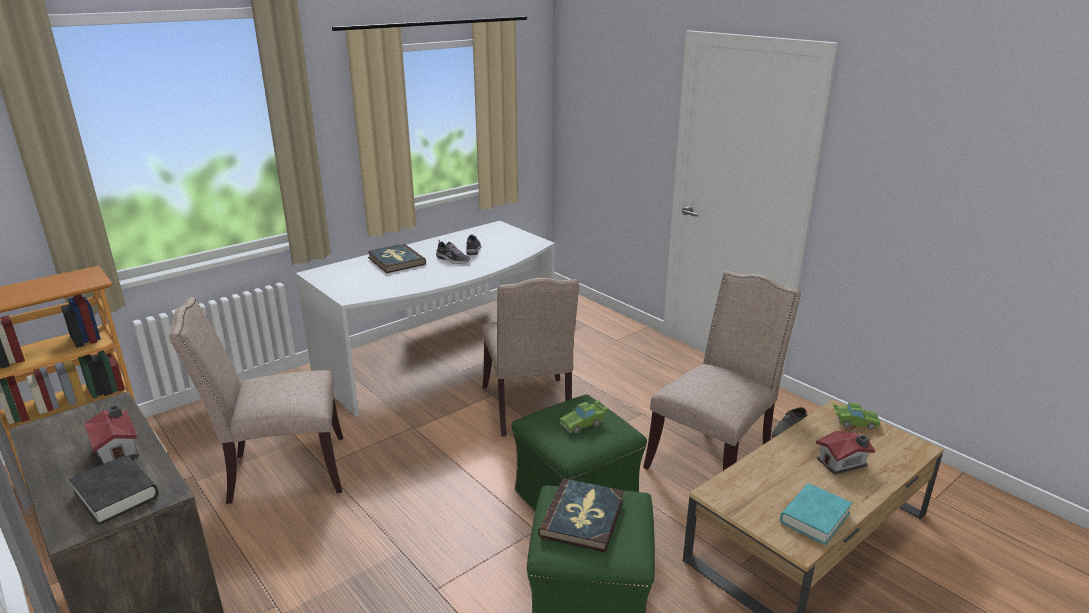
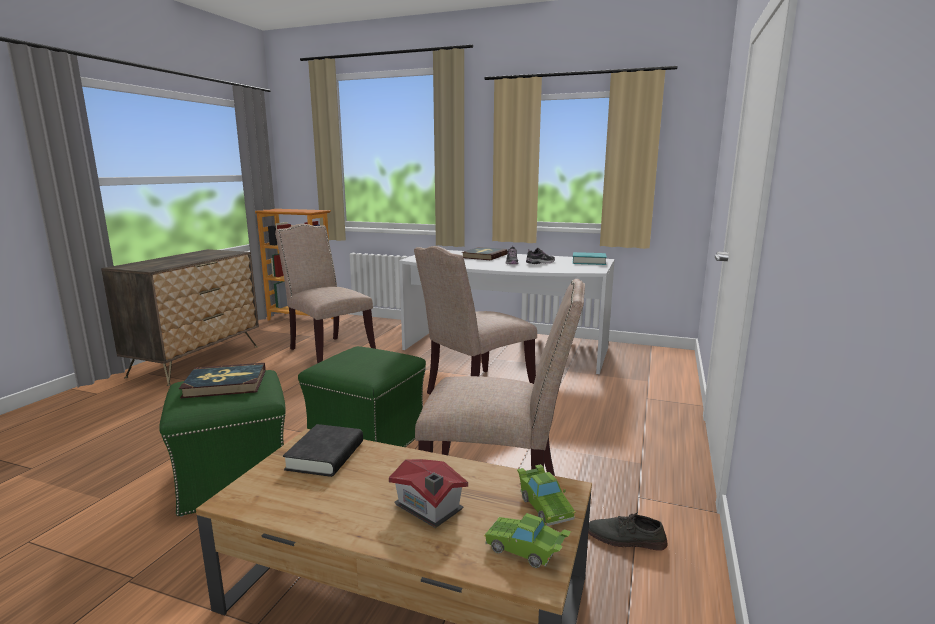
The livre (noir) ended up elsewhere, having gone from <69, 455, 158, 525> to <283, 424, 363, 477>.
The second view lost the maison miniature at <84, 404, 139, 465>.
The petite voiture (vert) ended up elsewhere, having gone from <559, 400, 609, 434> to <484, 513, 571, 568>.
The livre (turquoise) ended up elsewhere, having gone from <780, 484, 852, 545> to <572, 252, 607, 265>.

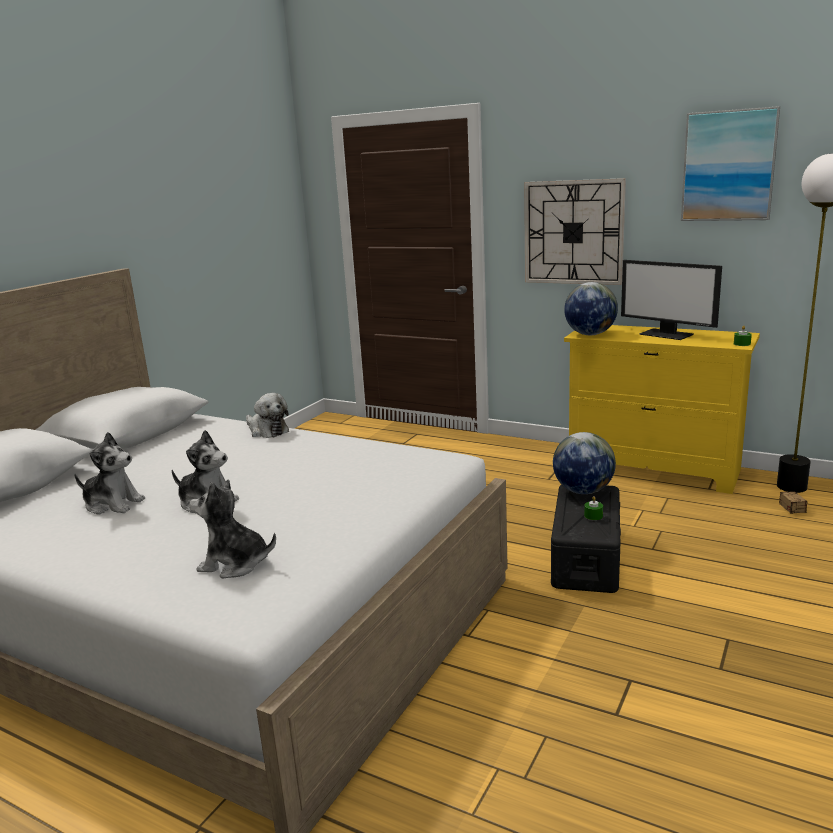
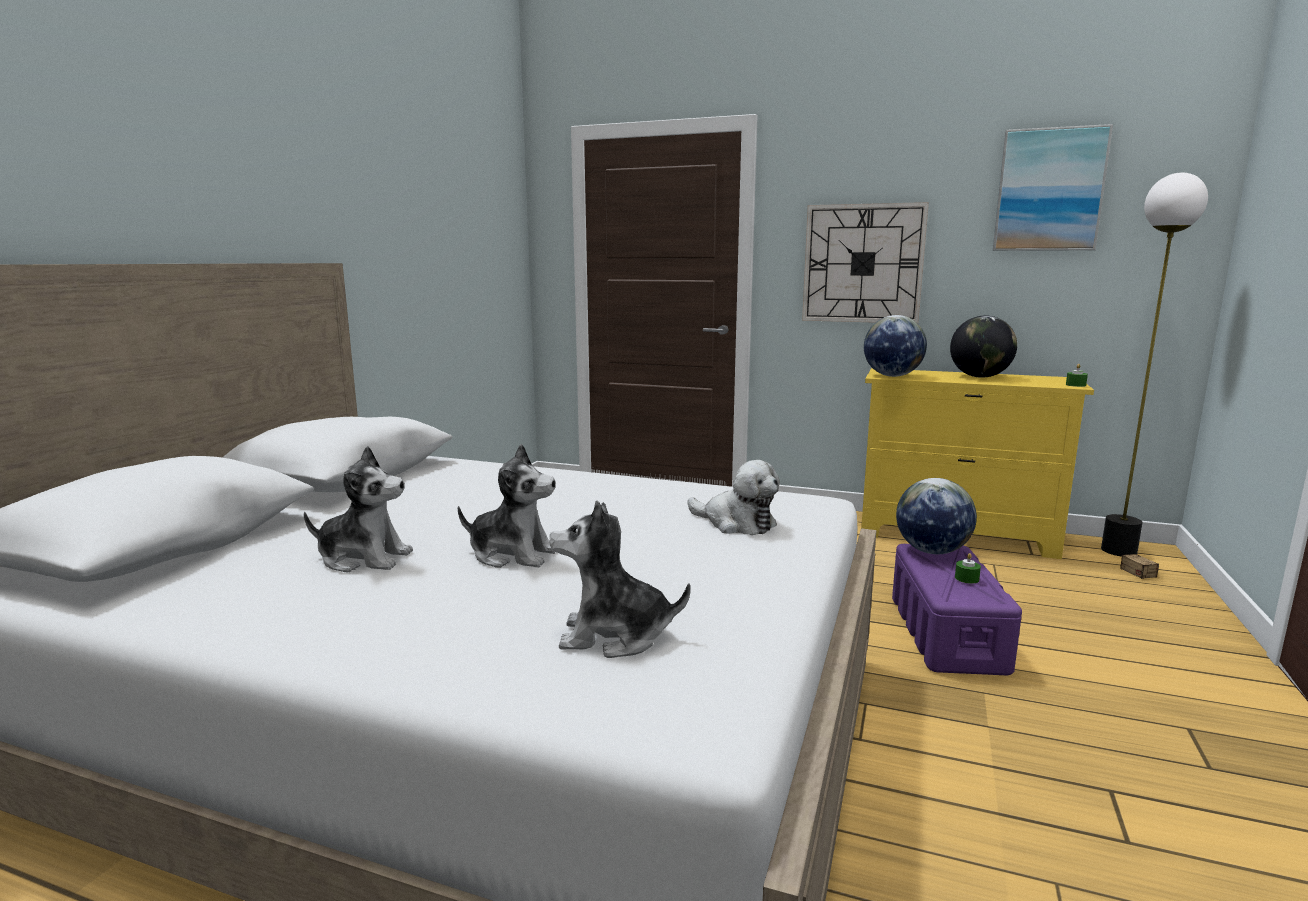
The peluche ended up elsewhere, having gone from <246, 393, 289, 438> to <687, 460, 780, 535>.
What was the boîte de rangement (noir) at <551, 484, 621, 593> turned into the boîte de rangement (violet) at <892, 544, 1022, 675>.
Where the écran d'ordinateur stood at <621, 260, 722, 340>, the globe came to stand at <950, 316, 1017, 378>.

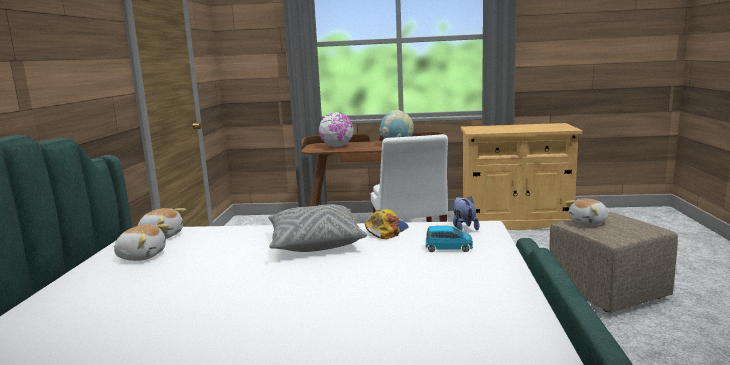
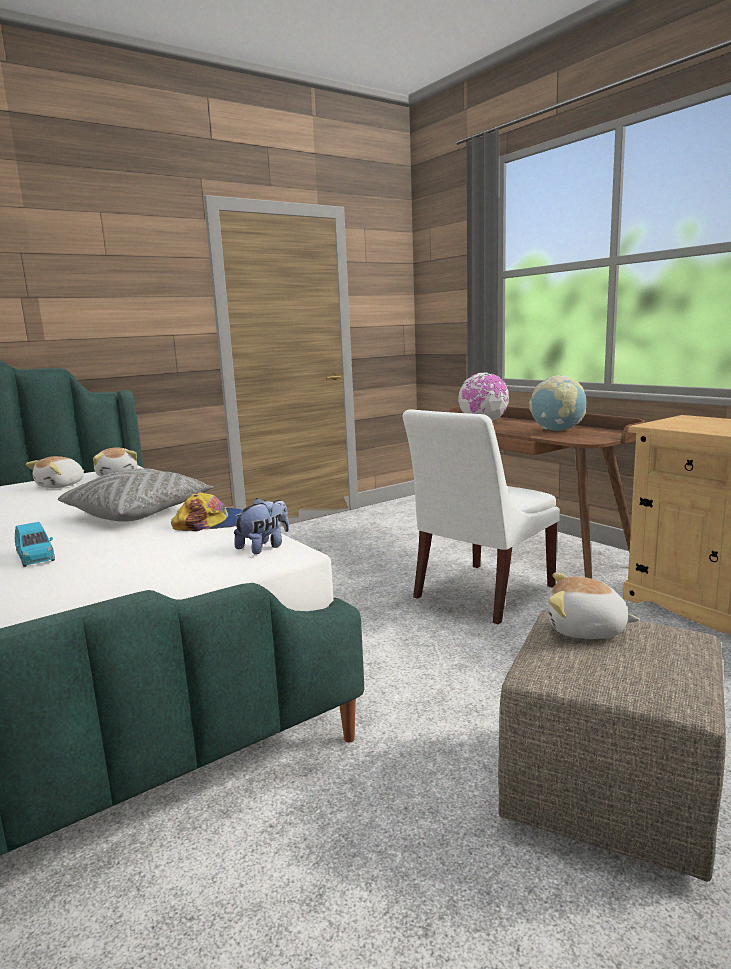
The peluche at <114, 224, 169, 261> ended up facing another way, 60 degrees clockwise from before.
The petite voiture (bleu) ended up elsewhere, having gone from <426, 226, 473, 252> to <15, 522, 55, 567>.

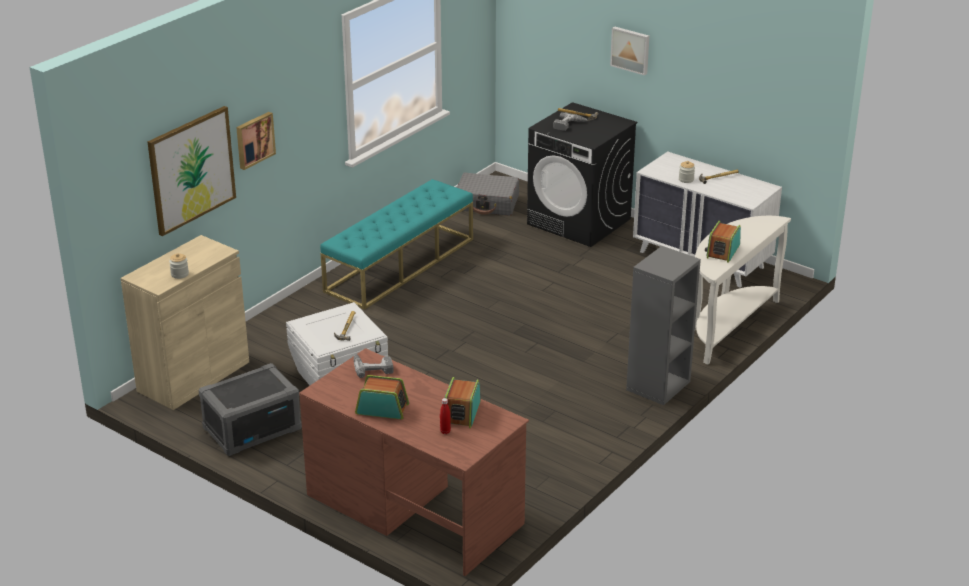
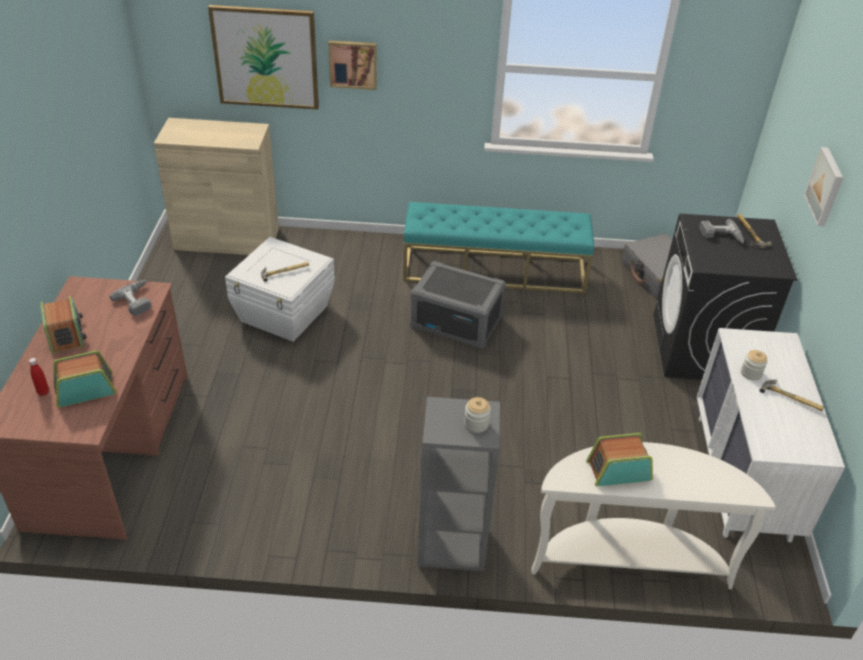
The bocal ended up elsewhere, having gone from <169, 253, 189, 279> to <464, 397, 491, 433>.
The boîte de rangement (gris) ended up elsewhere, having gone from <199, 363, 302, 456> to <410, 261, 506, 349>.

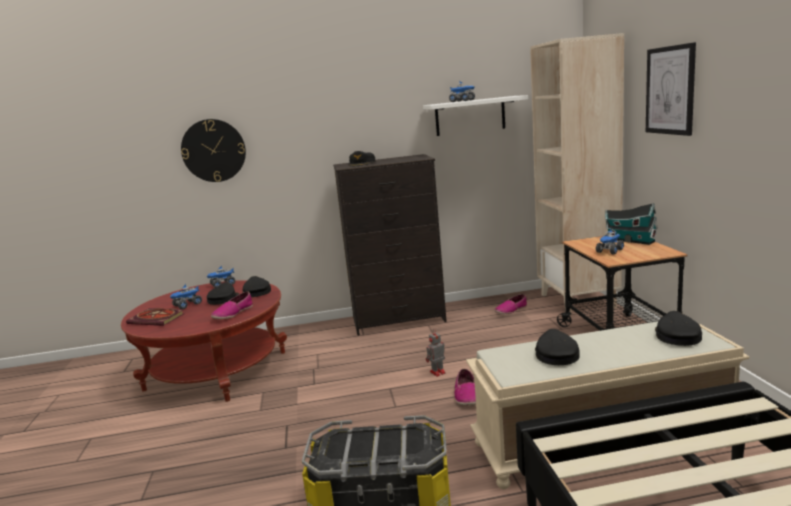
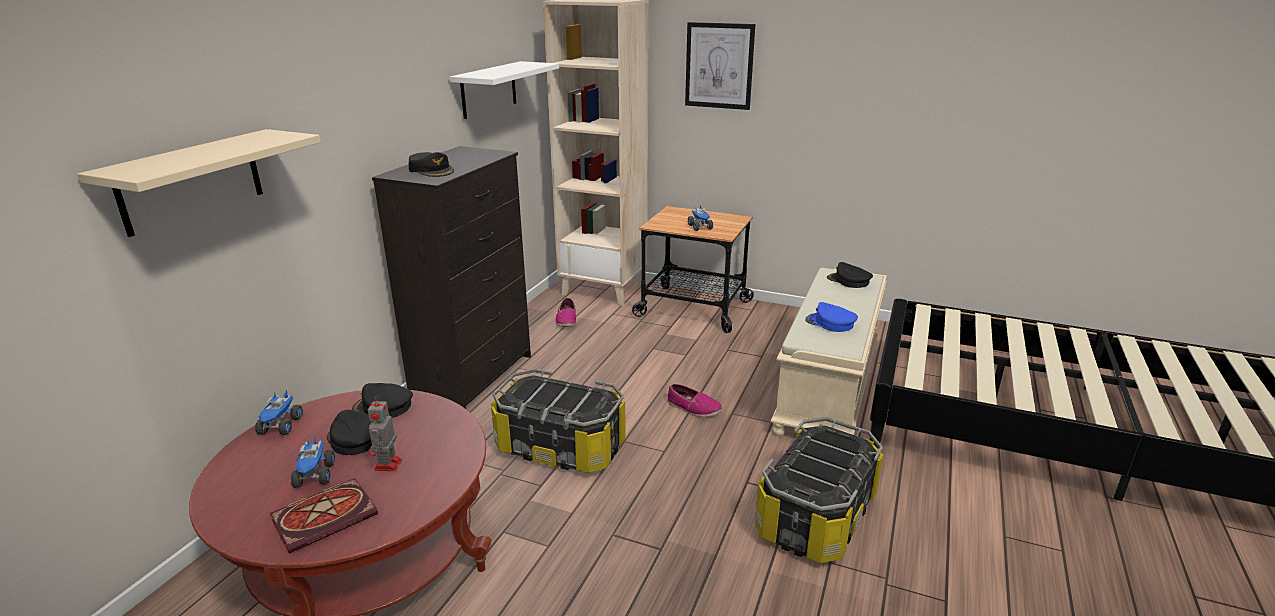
Where the horloge murale hung at <181, 119, 246, 182>, the étagère (beige) came to hang at <77, 129, 321, 237>.
The second view lost the chaussure at <211, 291, 253, 319>.
The robot jouet ended up elsewhere, having gone from <426, 330, 446, 377> to <368, 396, 402, 471>.
The second view lost the camion jouet at <449, 80, 475, 102>.
What was the casquette (noir) at <535, 329, 580, 365> turned into the casquette (bleu) at <805, 302, 858, 332>.
The second view lost the maison miniature at <605, 203, 658, 245>.
The second view gained the boîte de rangement at <491, 369, 626, 473>.

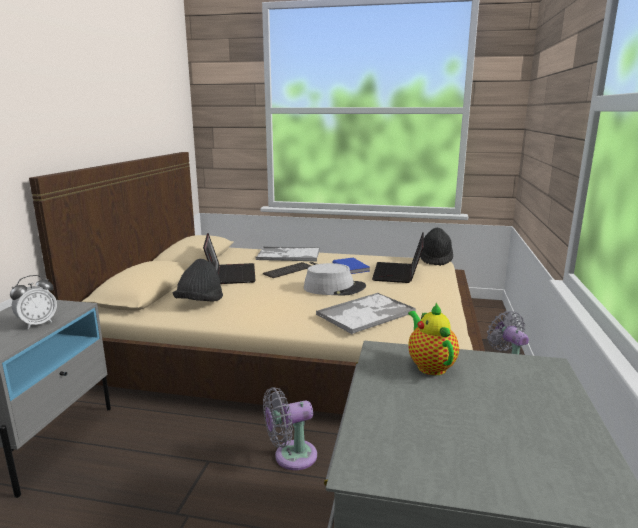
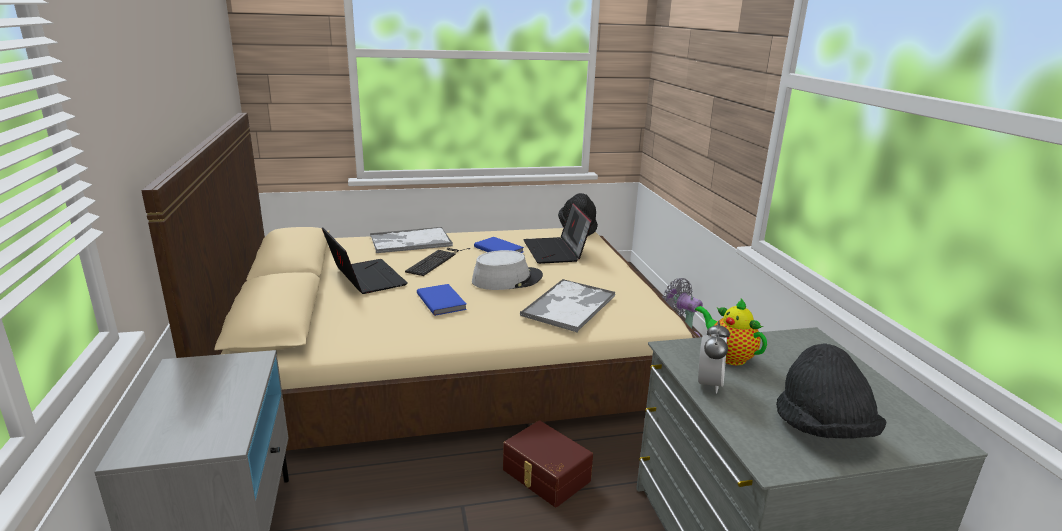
The réveil ended up elsewhere, having gone from <10, 275, 57, 329> to <698, 320, 730, 393>.
The chapeau (noir) ended up elsewhere, having gone from <173, 259, 223, 302> to <776, 343, 887, 439>.
Where the ventilateur (gris) stood at <263, 387, 317, 470>, the boîte de rangement (marron) came to stand at <503, 420, 593, 507>.
The second view gained the livre (bleu) at <417, 284, 467, 316>.

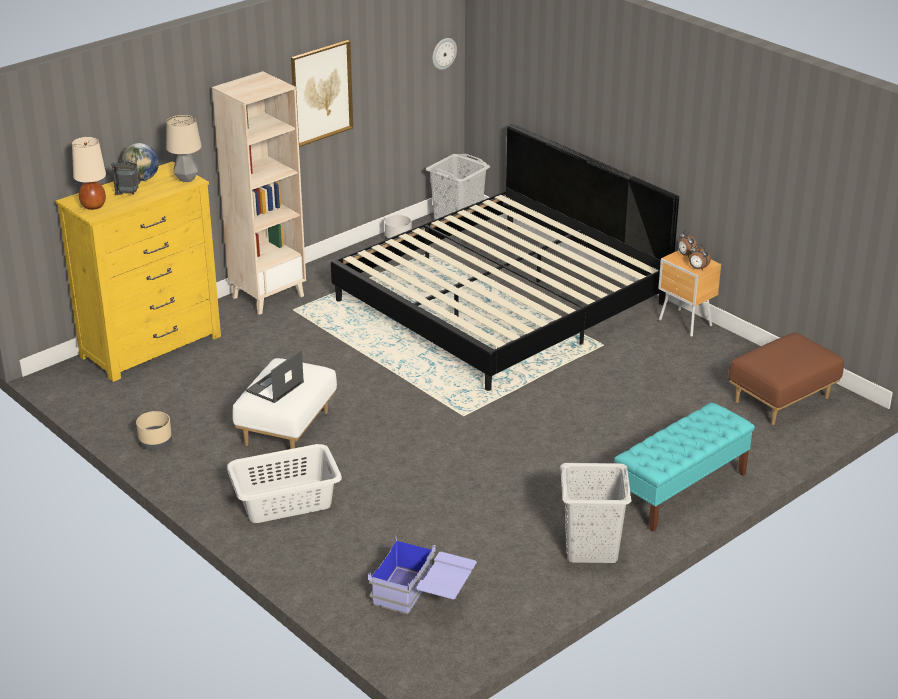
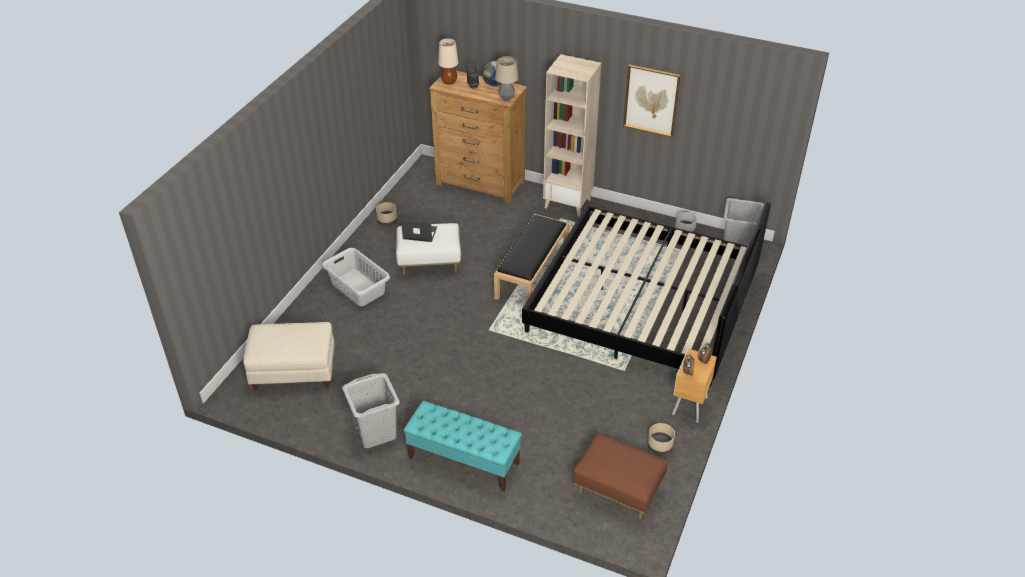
What was the commode (jaune) at <55, 161, 221, 382> turned into the commode (marron) at <429, 71, 527, 203>.
Where the boîte de rangement (bleu) stood at <368, 535, 477, 614>, the pouf (beige) came to stand at <243, 322, 335, 390>.
The second view lost the horloge murale at <432, 38, 457, 70>.
The second view gained the banc (noir) at <494, 214, 569, 300>.
The second view gained the cache-pot (beige) at <648, 423, 675, 455>.

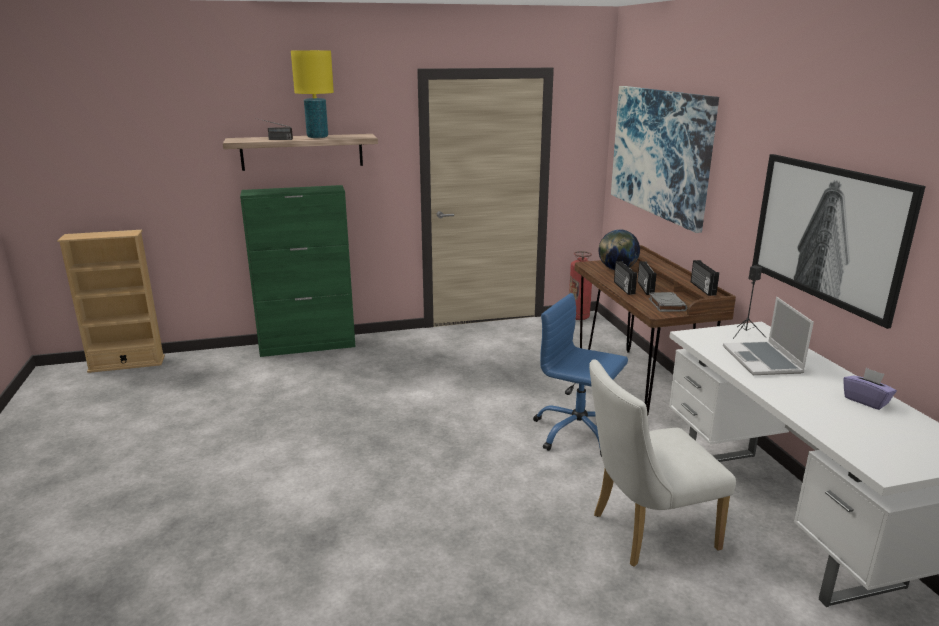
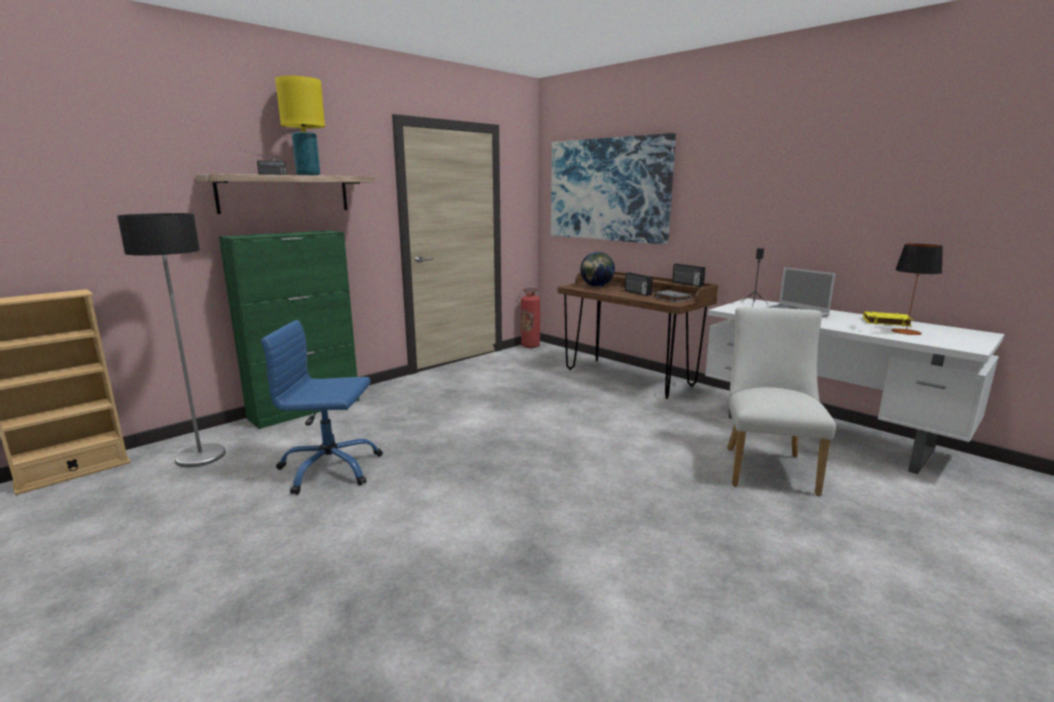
The chaise de bureau (bleu) ended up elsewhere, having gone from <533, 293, 628, 457> to <261, 320, 383, 495>.
The chaise (blanc) at <589, 359, 736, 567> ended up facing another way, 150 degrees clockwise from before.
The second view lost the radio at <614, 261, 637, 295>.
The second view lost the tableau at <752, 154, 926, 329>.
Where the boîte à mouchoirs (violet) stood at <843, 368, 897, 410>, the livre (jaune) came to stand at <863, 311, 913, 326>.
The second view gained the lampadaire at <117, 213, 226, 468>.
The second view gained the lampe de table at <891, 244, 943, 335>.

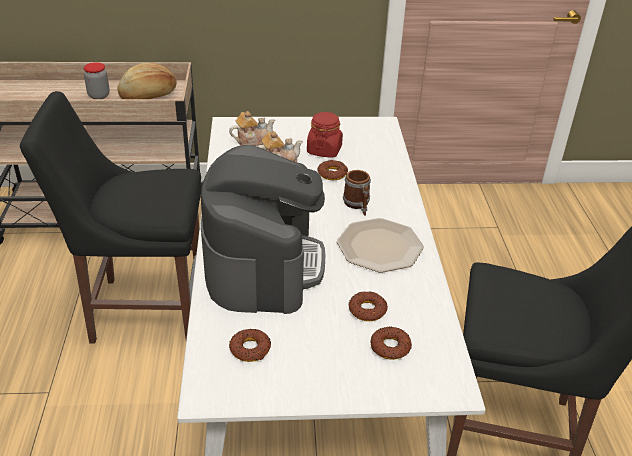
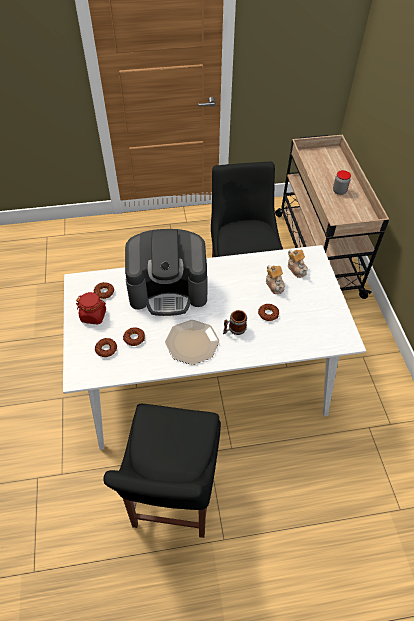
The second view lost the pain at <118, 63, 177, 99>.
The bocal (rouge) ended up elsewhere, having gone from <307, 112, 343, 158> to <76, 292, 106, 325>.

